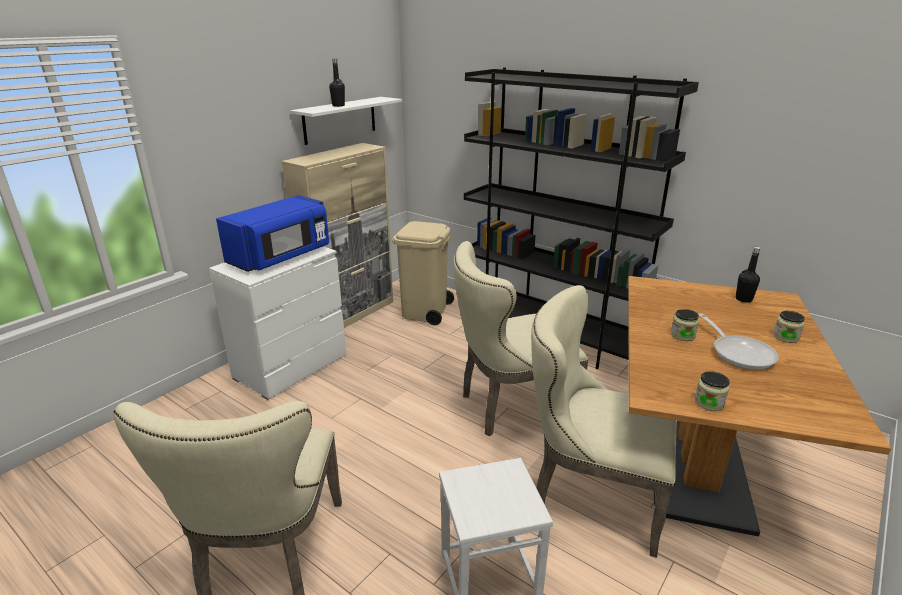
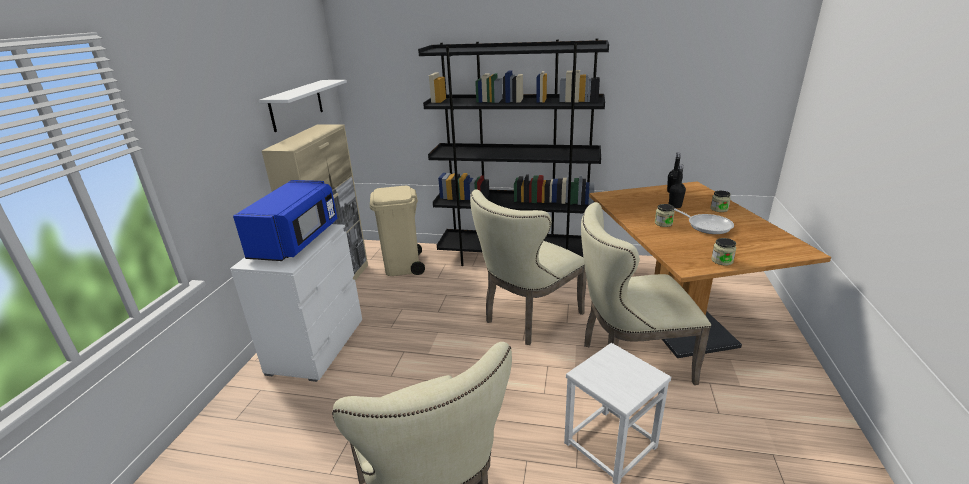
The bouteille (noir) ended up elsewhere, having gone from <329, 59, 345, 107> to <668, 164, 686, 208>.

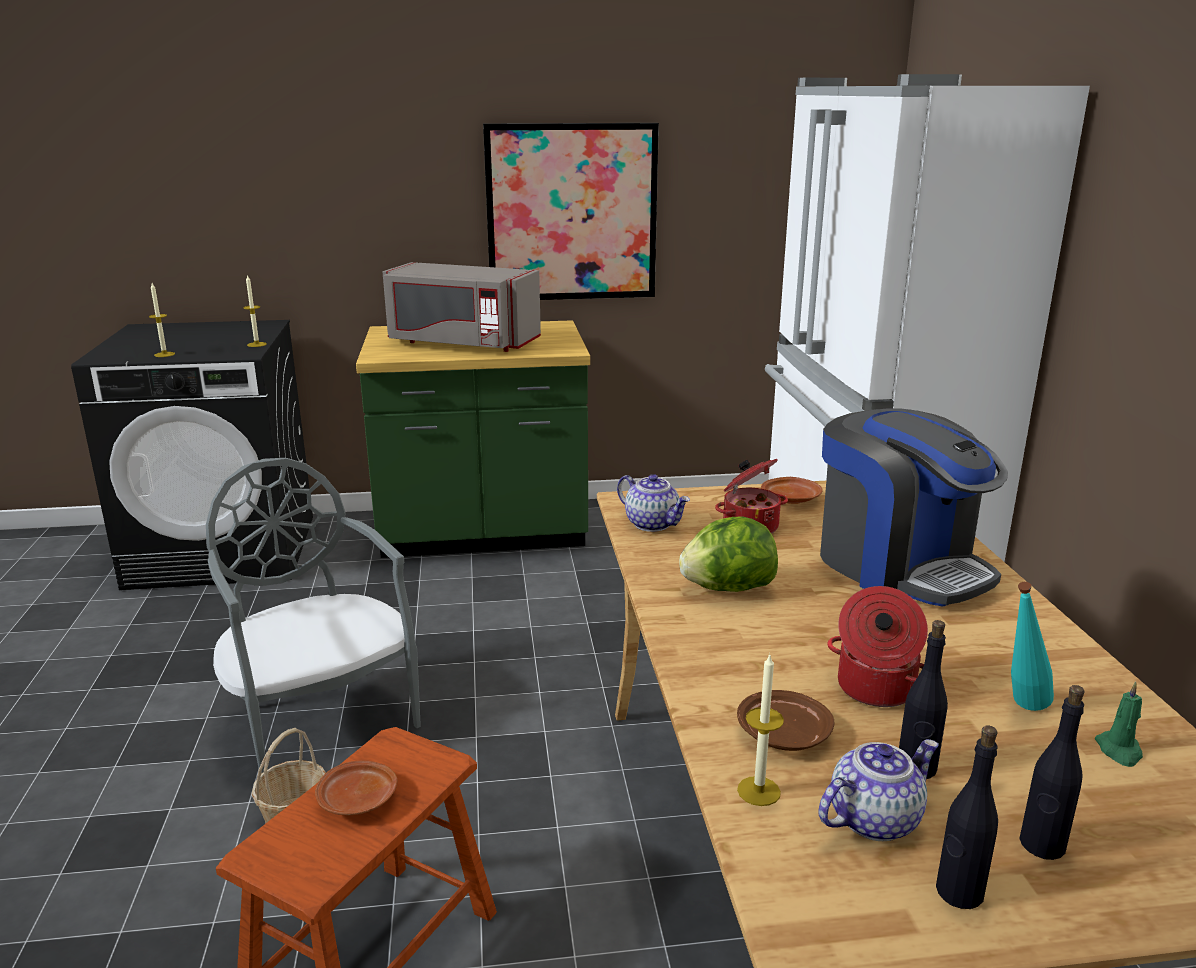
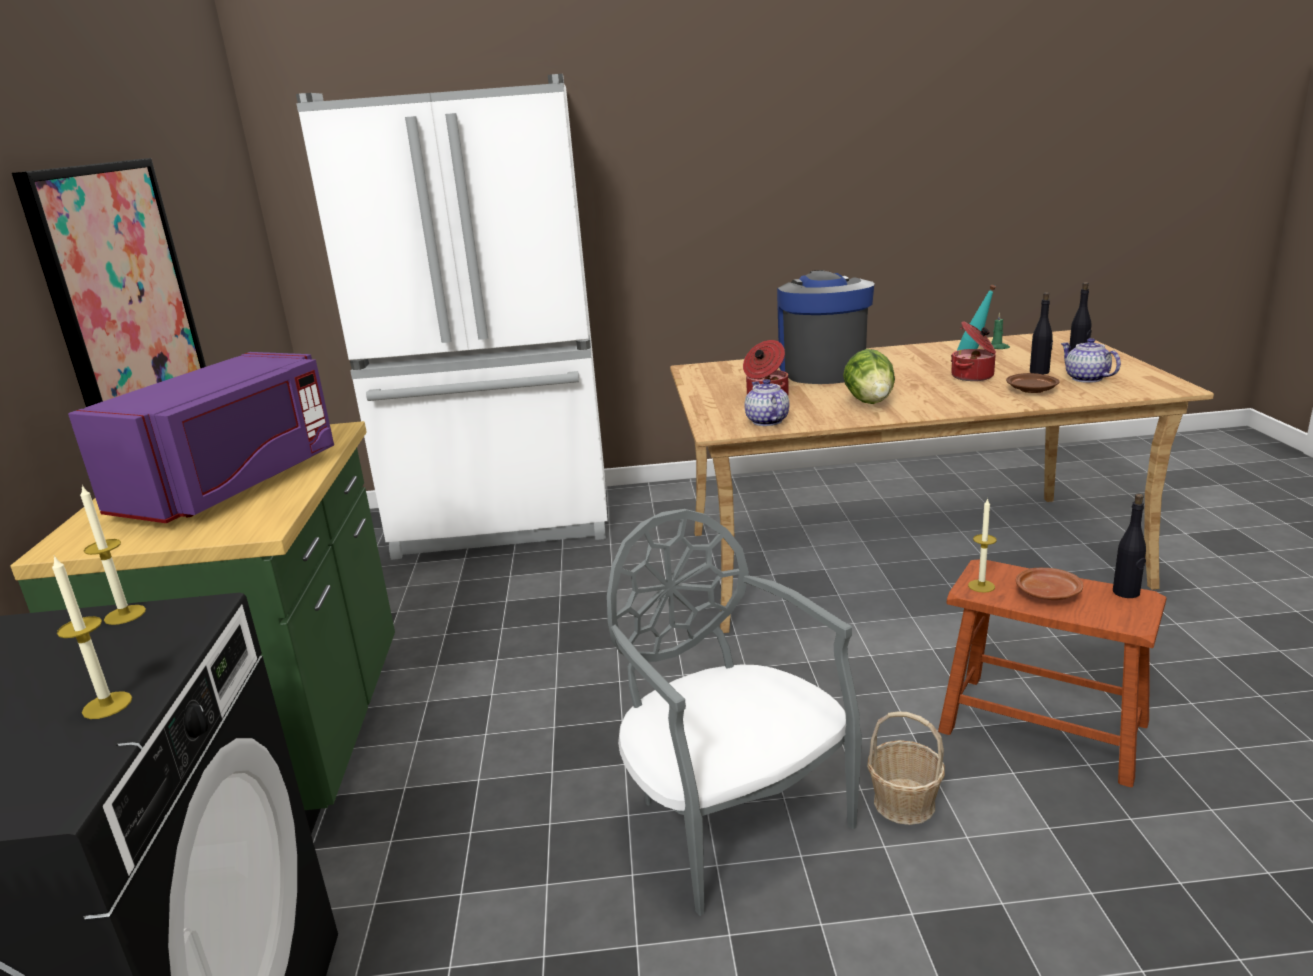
The chaise (gris) at <206, 458, 421, 774> ended up facing another way, 90 degrees clockwise from before.
What was the micro-ondes (gris) at <383, 262, 541, 352> turned into the micro-ondes (violet) at <68, 352, 334, 523>.
The théière at <617, 474, 690, 532> ended up facing another way, 60 degrees counterclockwise from before.
The bougie ended up elsewhere, having gone from <737, 655, 784, 806> to <968, 498, 996, 593>.
The second view lost the assiette (marron) at <761, 477, 823, 504>.
The machine à café at <820, 409, 1008, 607> ended up facing another way, 60 degrees counterclockwise from before.
The bouteille (noir) ended up elsewhere, having gone from <936, 725, 998, 909> to <1113, 494, 1146, 598>.

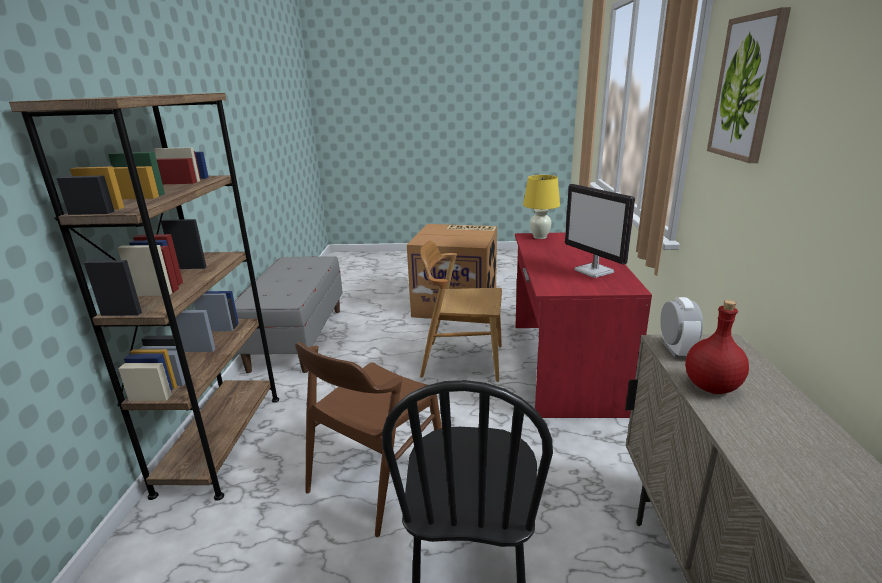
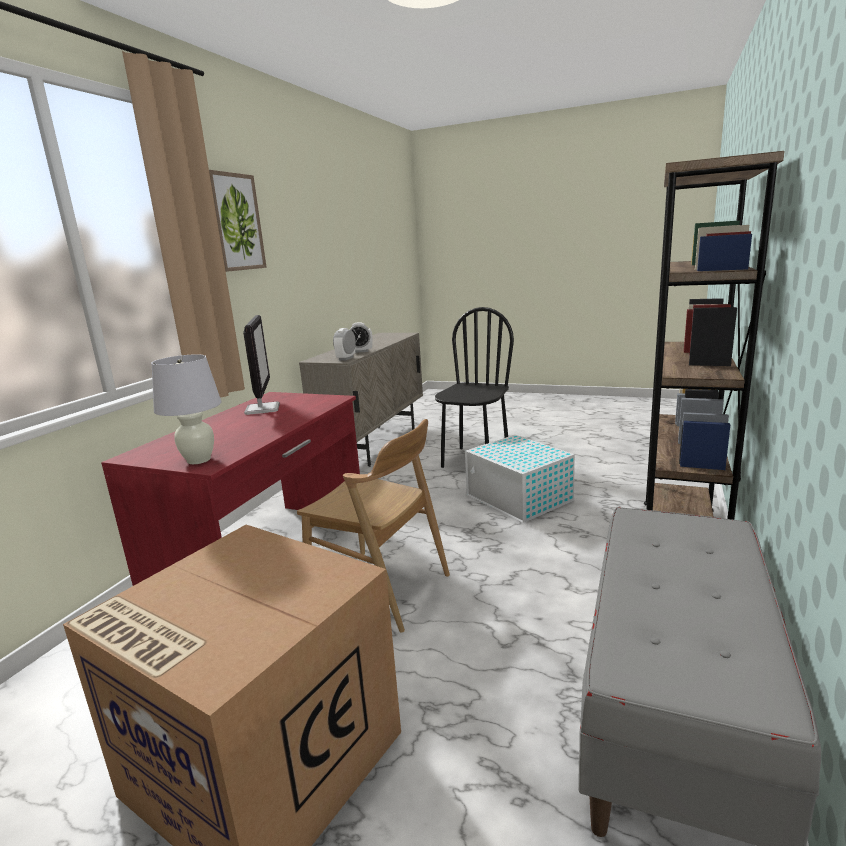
Where the chaise (marron) stood at <295, 342, 442, 537>, the boîte de rangement (blanc) came to stand at <465, 435, 575, 523>.
What was the lampe de table (jaune) at <523, 175, 560, 239> turned into the lampe de table (blanc) at <151, 354, 221, 464>.
Where the bouteille (rouge) stood at <685, 300, 749, 394>, the réveil came to stand at <350, 322, 373, 353>.

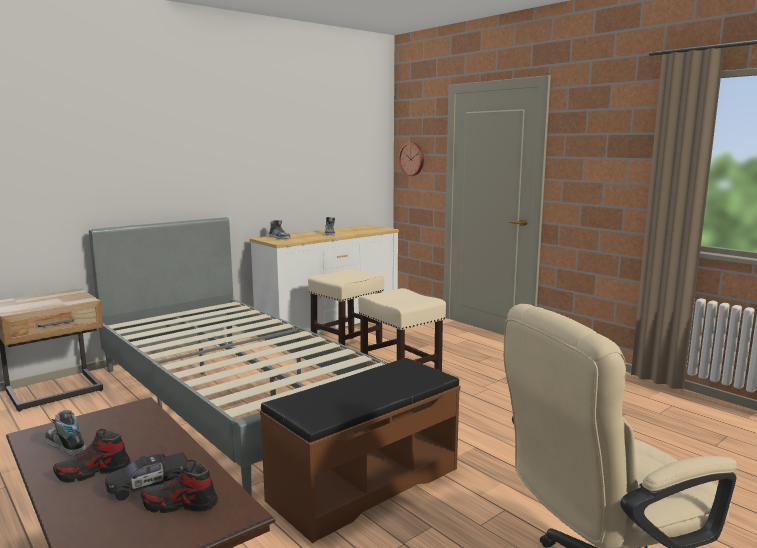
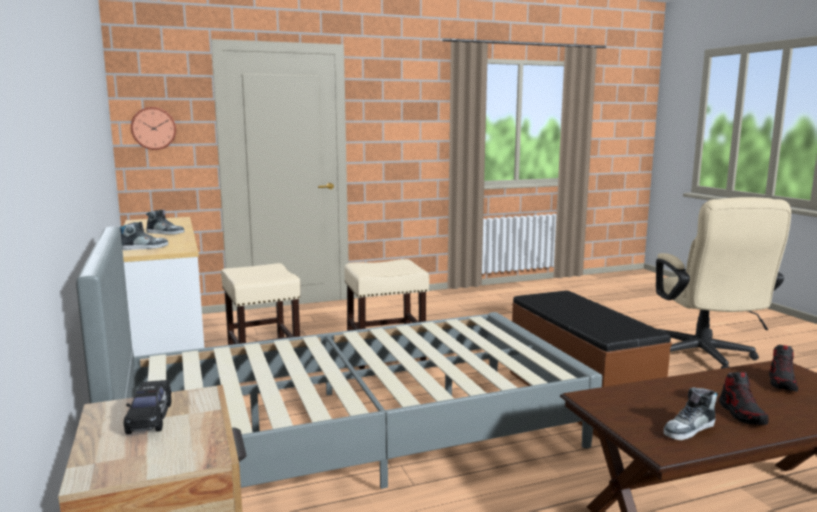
The petite voiture (noir) ended up elsewhere, having gone from <105, 452, 188, 501> to <124, 380, 171, 434>.

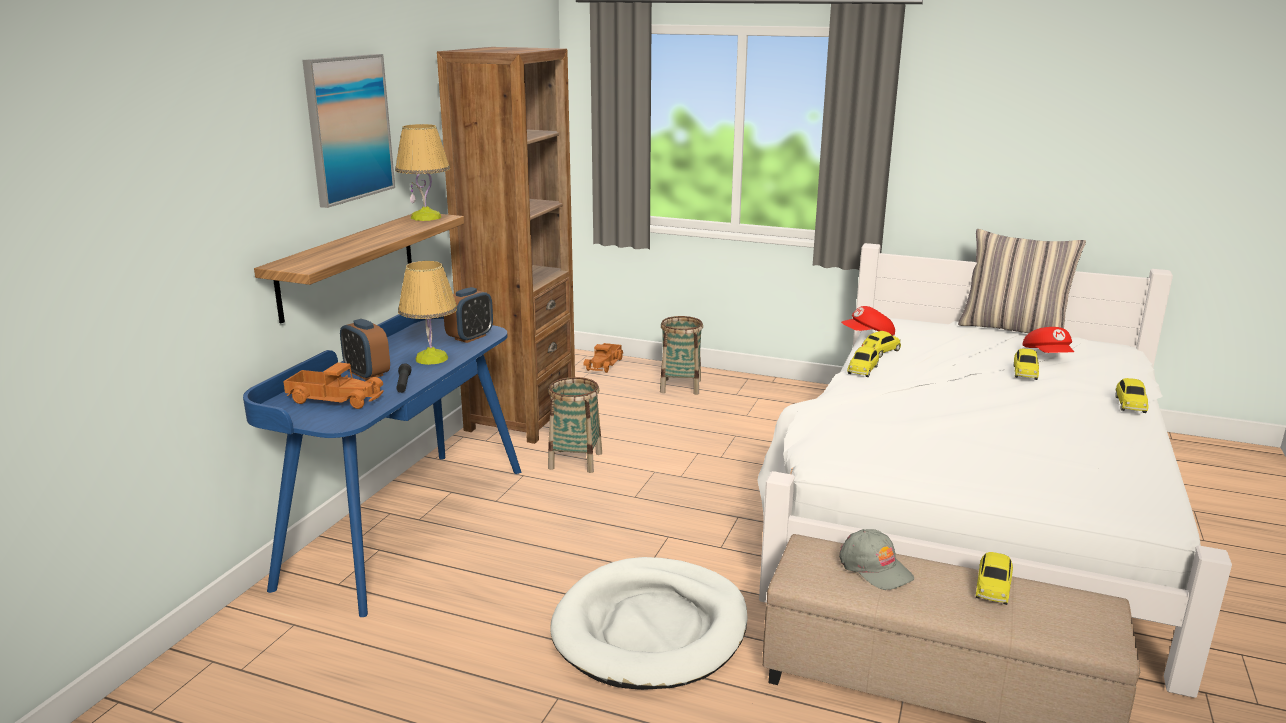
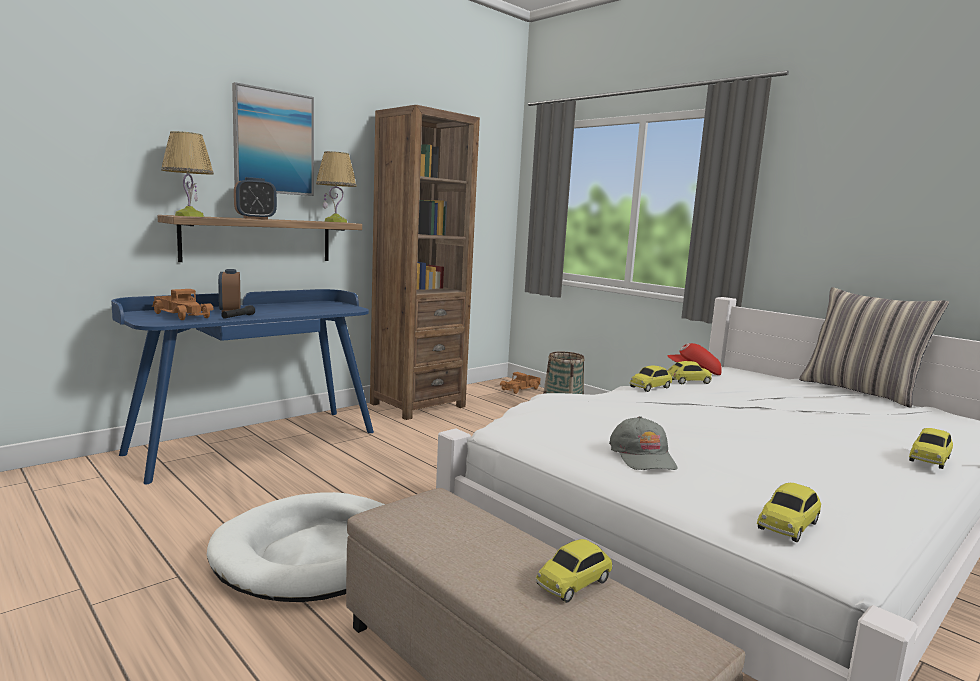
The lampe de table ended up elsewhere, having gone from <398, 261, 457, 365> to <161, 131, 214, 217>.
The réveil ended up elsewhere, having gone from <444, 287, 493, 343> to <234, 177, 277, 219>.
The second view lost the panier at <548, 377, 602, 473>.
The casquette (gris) ended up elsewhere, having gone from <839, 529, 914, 590> to <609, 416, 678, 470>.
The petite voiture ended up elsewhere, having gone from <1014, 348, 1039, 380> to <757, 483, 821, 542>.
The second view lost the casquette (rouge) at <1022, 327, 1074, 353>.

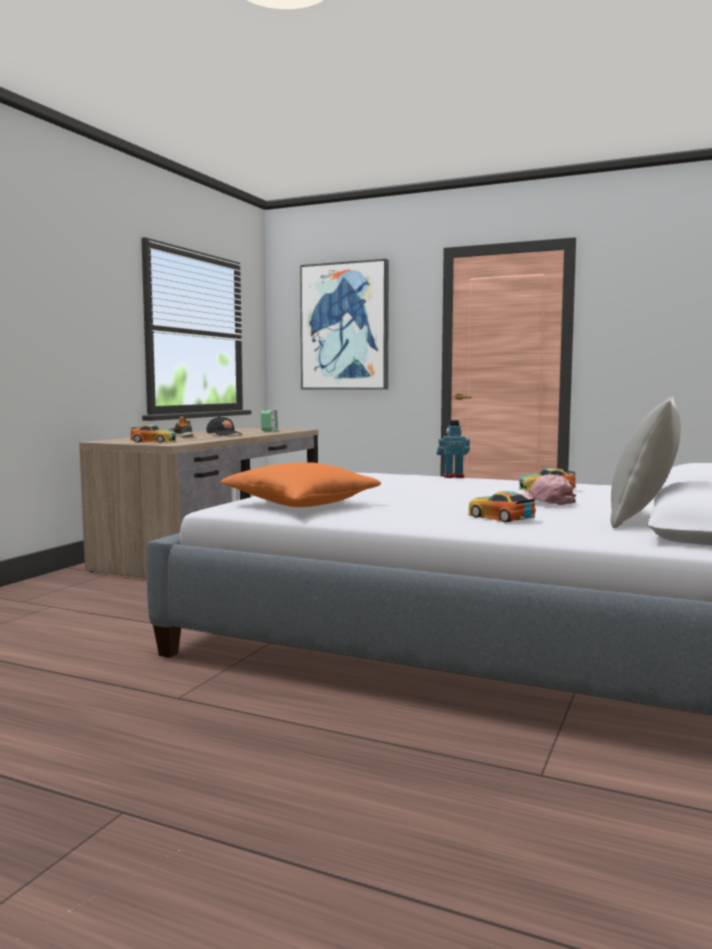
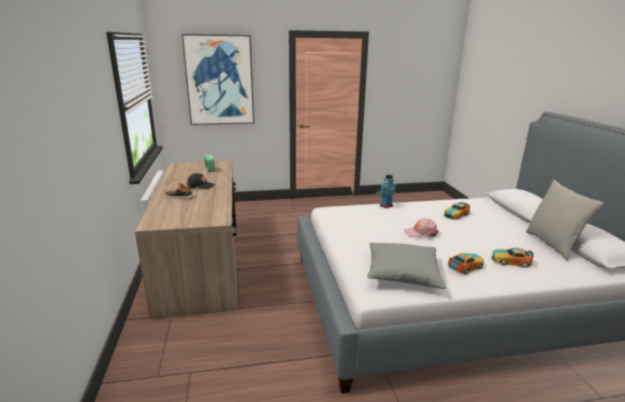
The petite voiture ended up elsewhere, having gone from <130, 424, 176, 443> to <448, 253, 484, 274>.
What was the coussin (orange) at <220, 462, 381, 507> turned into the coussin (gris) at <367, 243, 446, 289>.
The casquette (rose) ended up elsewhere, having gone from <521, 474, 576, 505> to <404, 218, 439, 238>.

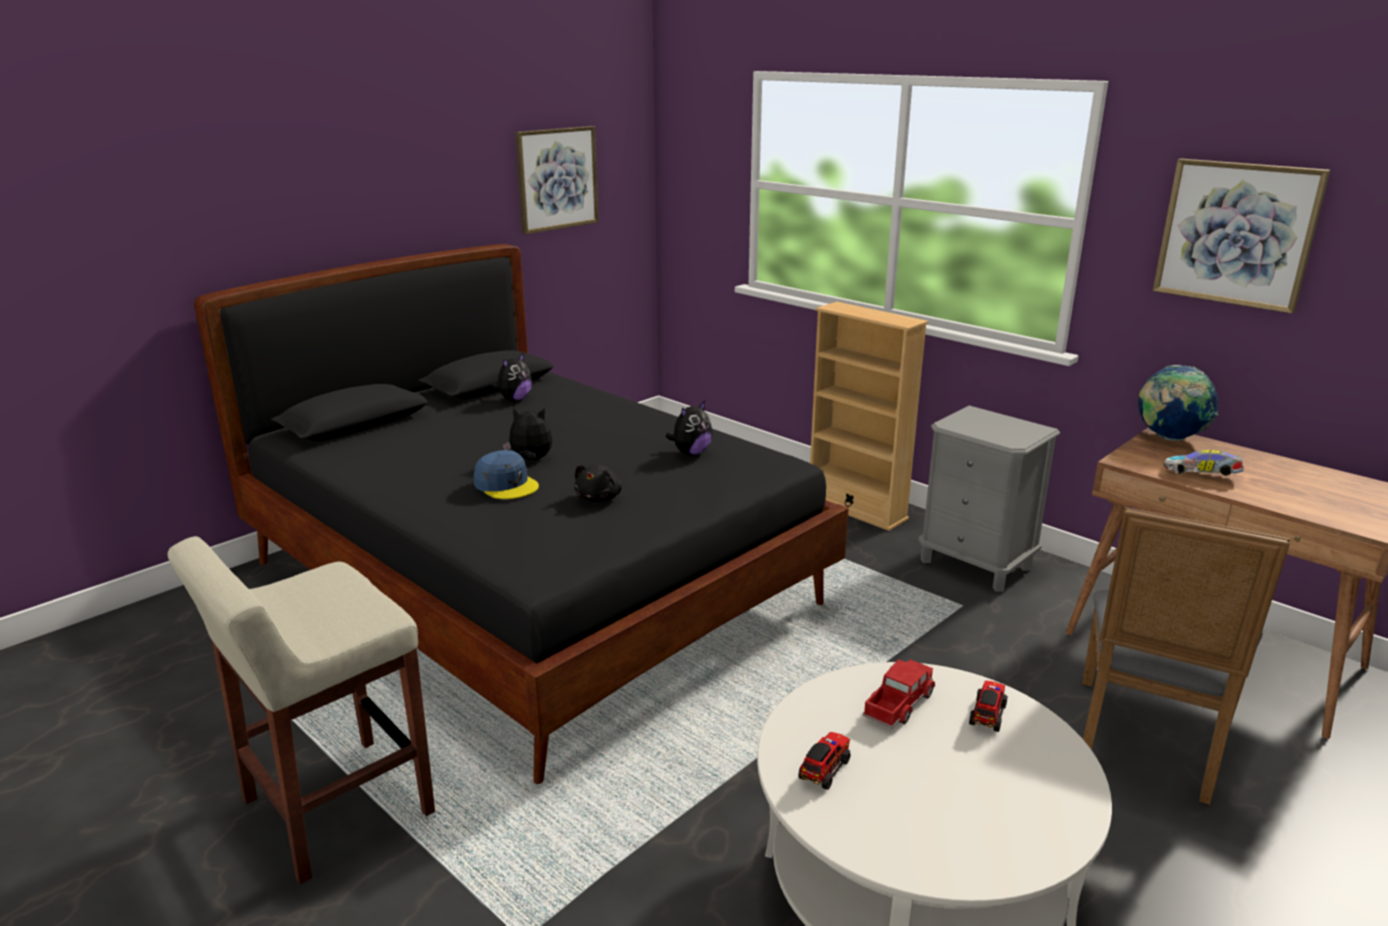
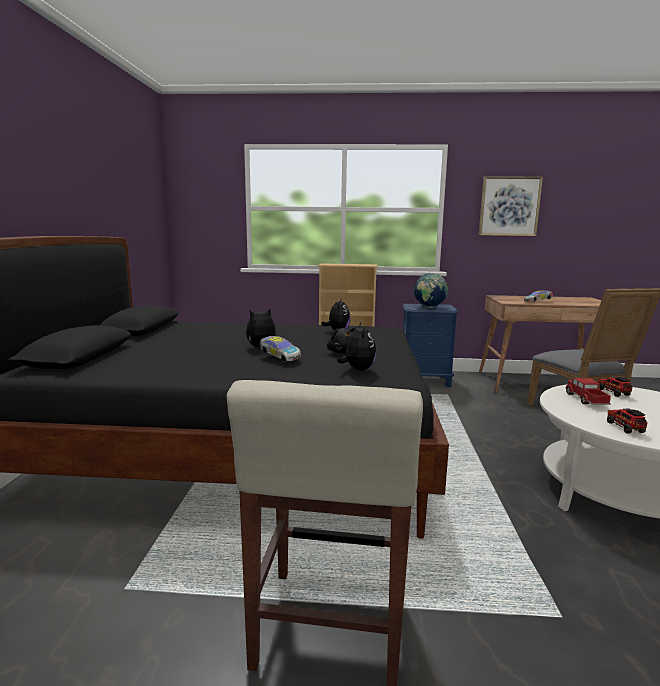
Where the casquette (bleu) stood at <474, 450, 539, 499>, the petite voiture came to stand at <260, 336, 301, 362>.
The peluche ended up elsewhere, having gone from <491, 352, 532, 401> to <337, 322, 376, 371>.
The second view lost the tableau at <515, 126, 599, 234>.
What was the table de chevet (gris) at <918, 406, 1060, 592> turned into the table de chevet (bleu) at <403, 304, 459, 387>.
The globe ended up elsewhere, having gone from <1138, 365, 1218, 441> to <413, 273, 448, 308>.

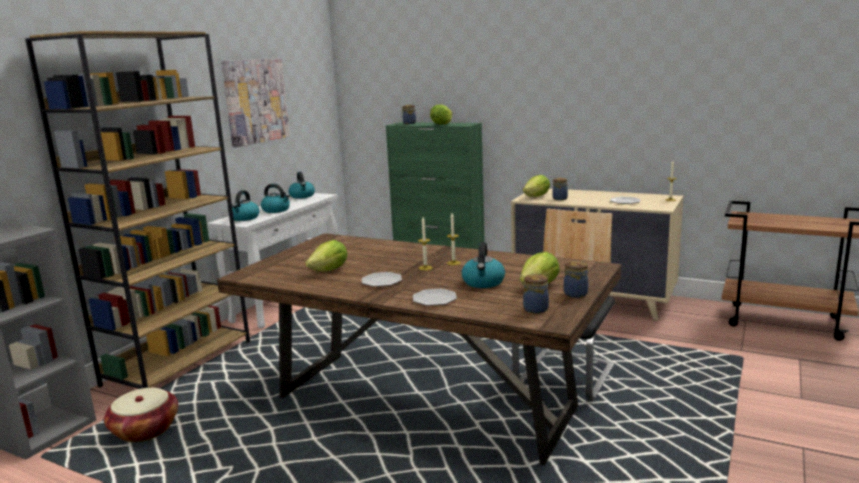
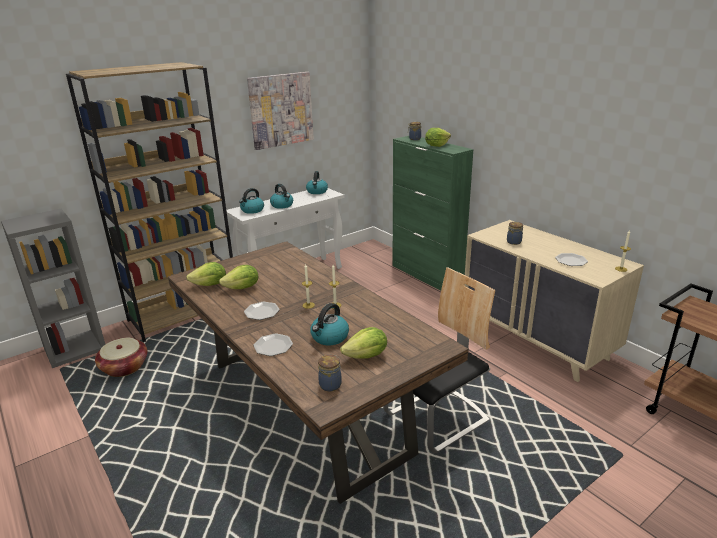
The laitue ended up elsewhere, having gone from <523, 175, 550, 197> to <186, 262, 226, 286>.
The second view lost the bocal at <564, 261, 588, 298>.

